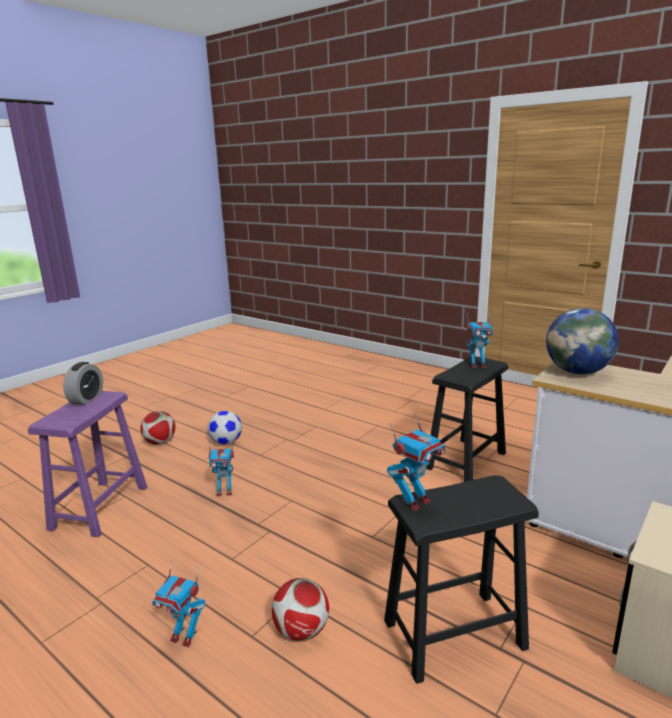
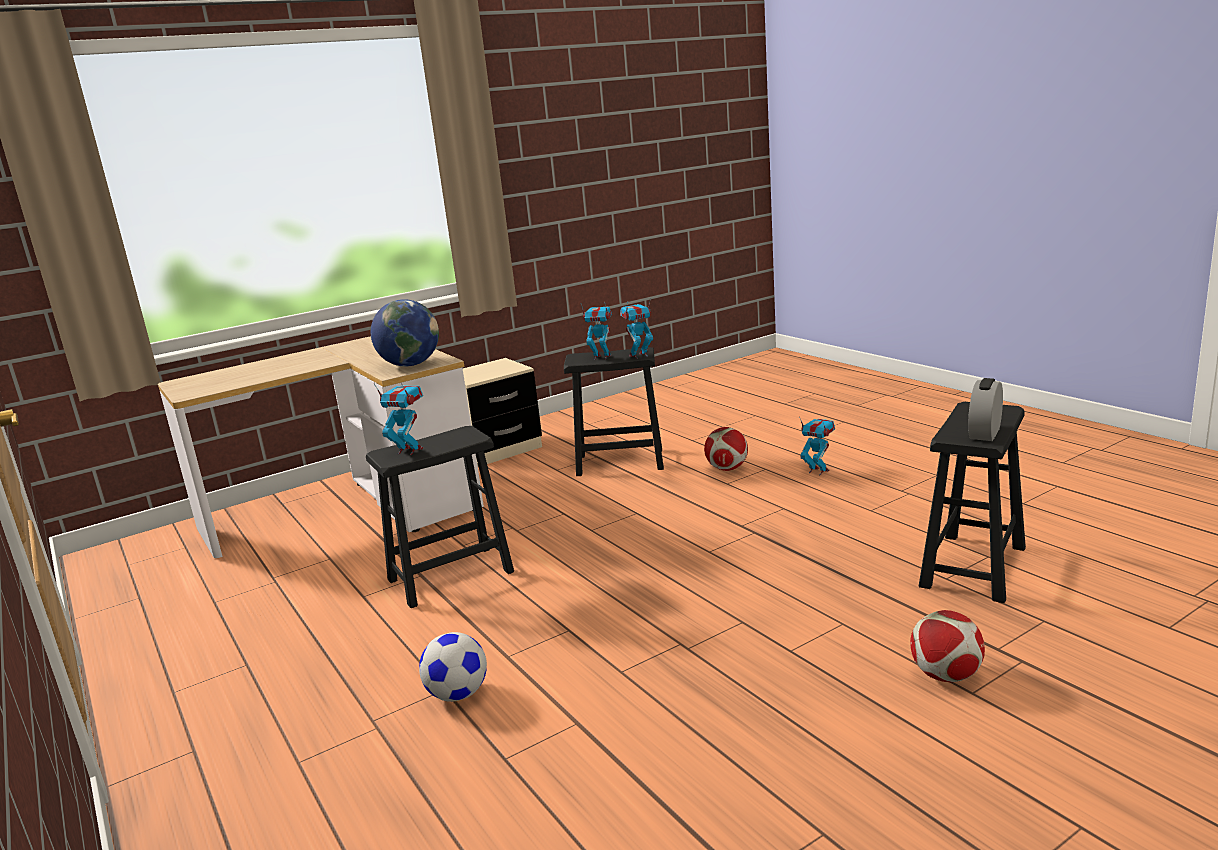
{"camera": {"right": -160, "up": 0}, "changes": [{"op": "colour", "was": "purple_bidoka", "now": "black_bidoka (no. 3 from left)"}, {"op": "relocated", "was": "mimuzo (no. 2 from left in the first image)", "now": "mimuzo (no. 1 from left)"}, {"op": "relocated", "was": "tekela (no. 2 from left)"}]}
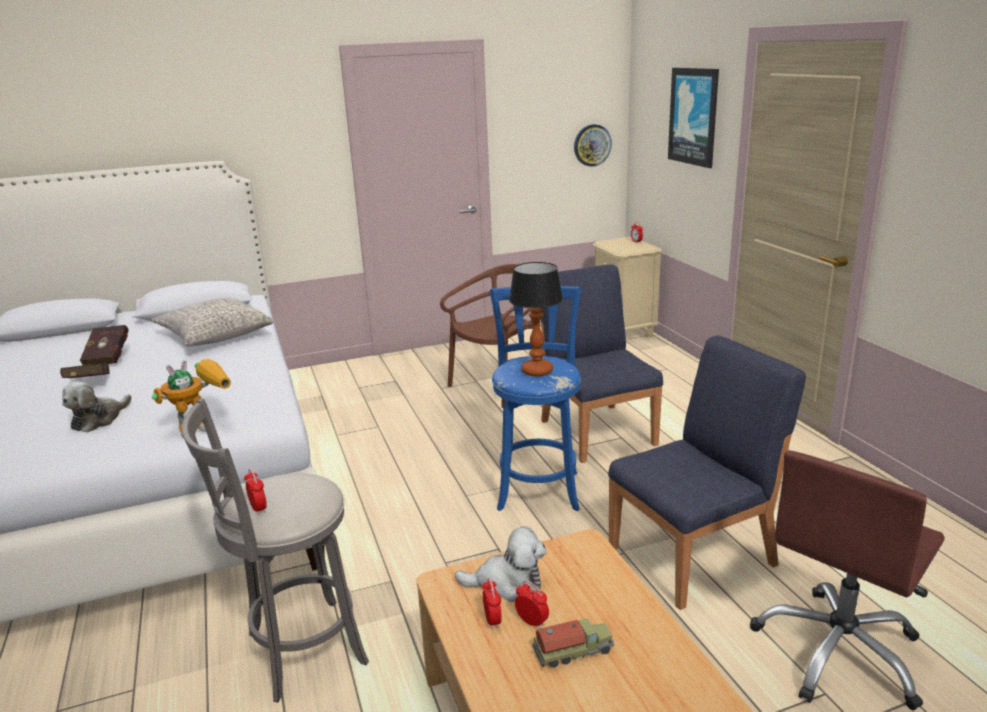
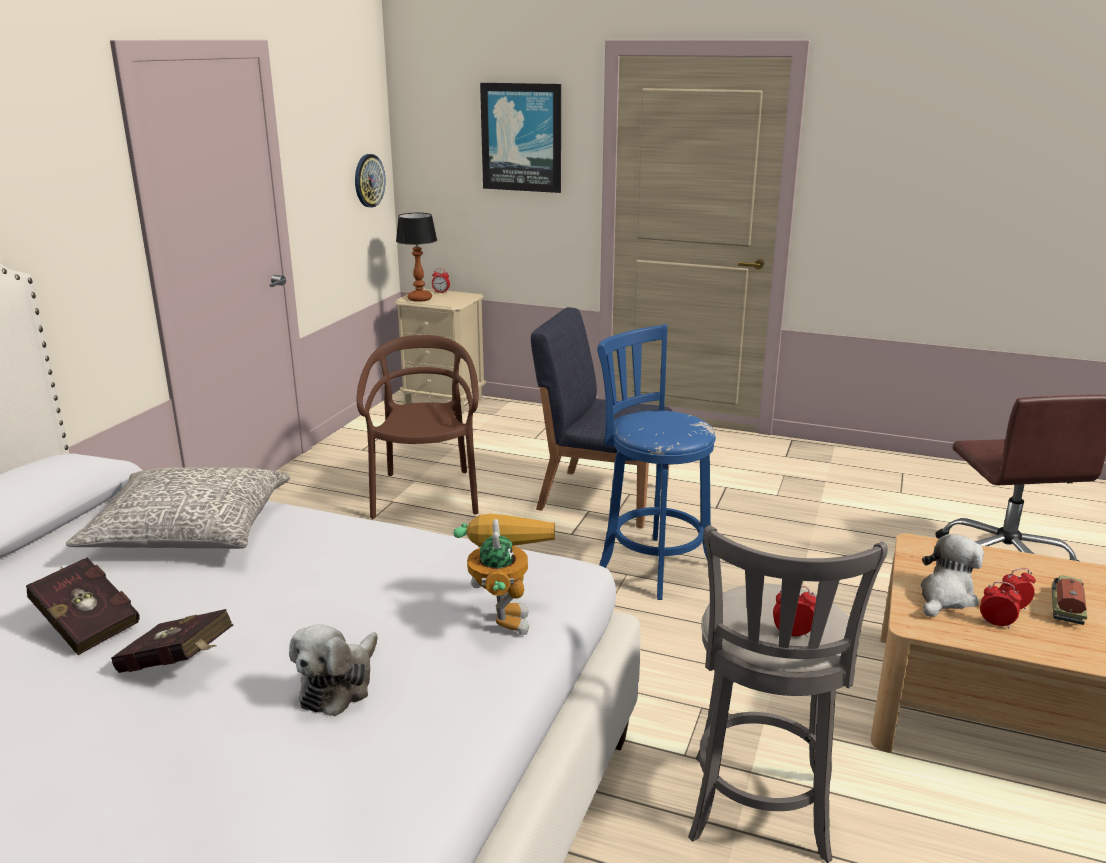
{"camera": {"right": -50, "up": 0}, "changes": [{"op": "spun", "was": "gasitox (no. 1 from left)", "clockwise": 45}, {"op": "relocated", "was": "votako"}, {"op": "missing", "was": "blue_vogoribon (no. 2 from left)"}]}
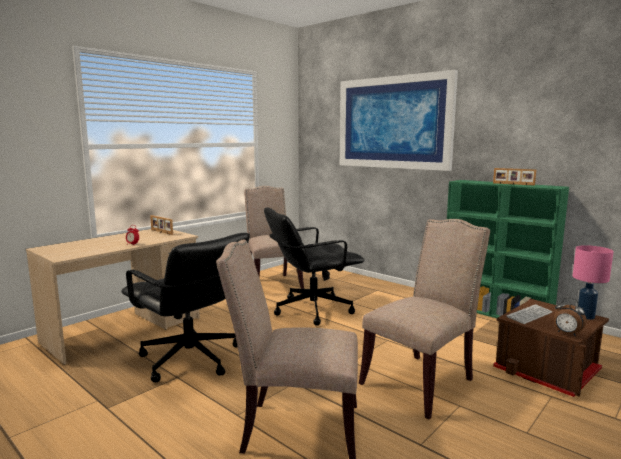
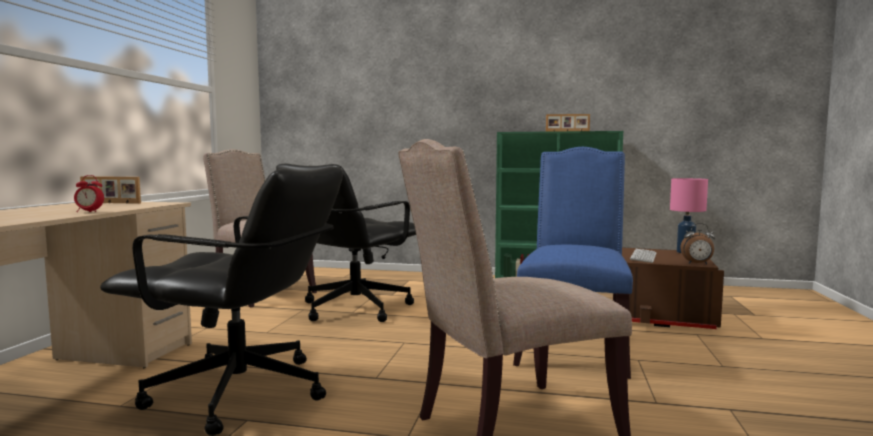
{"camera": {"right": -30, "up": -5}, "changes": [{"op": "missing", "was": "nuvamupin"}, {"op": "colour", "was": "beige_vogoribon (no. 3 from left)", "now": "blue_vogoribon"}]}
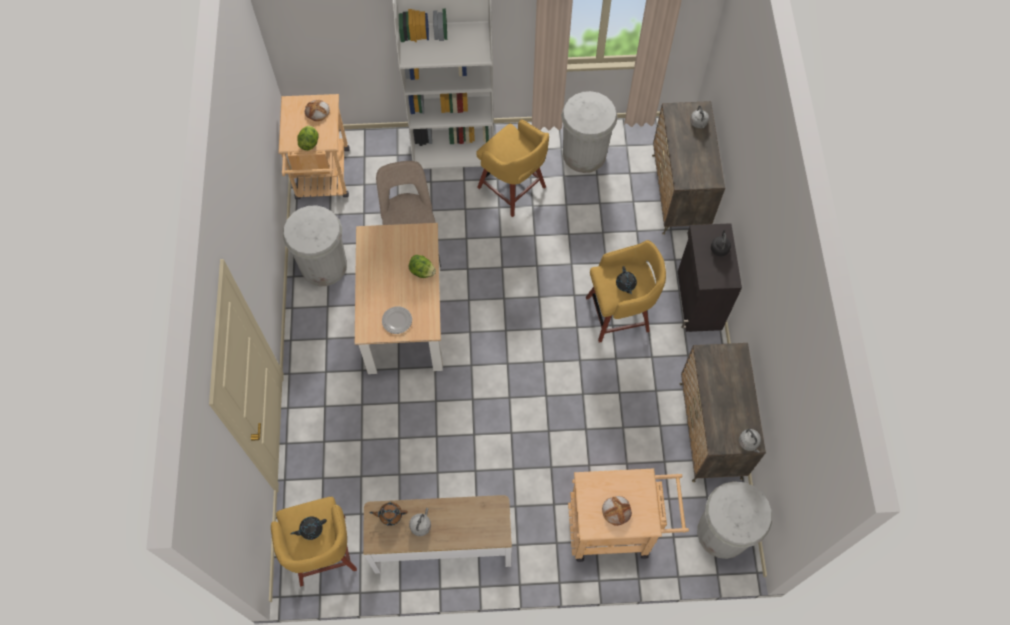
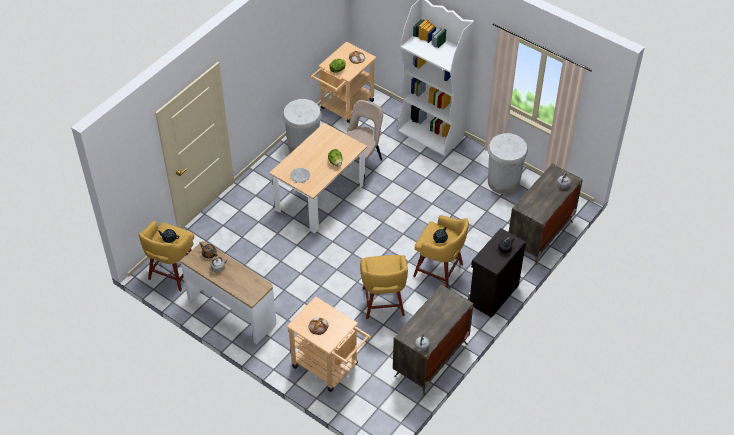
{"camera": {"right": 40, "up": -15}, "changes": [{"op": "relocated", "was": "yellow_bidoka (no. 2 from left)"}, {"op": "missing", "was": "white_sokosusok (no. 3 from left)"}]}
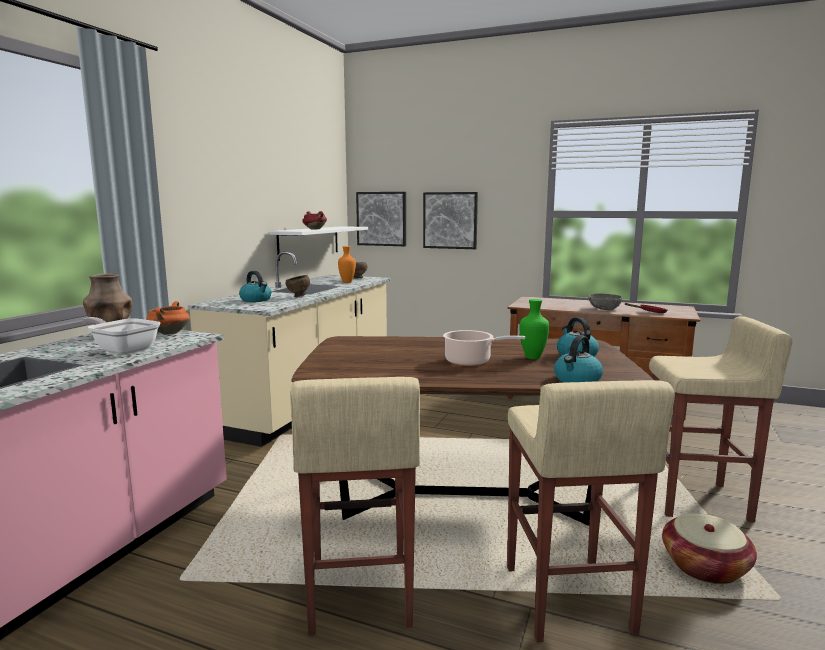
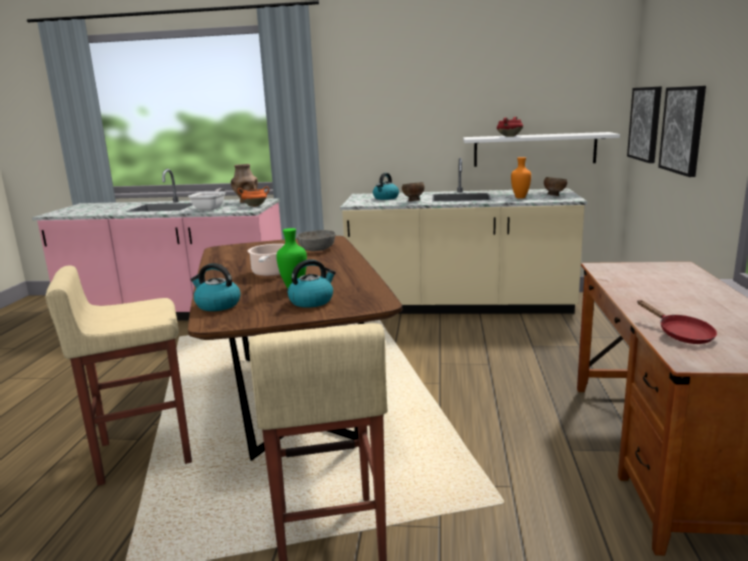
{"camera": {"right": 75, "up": 5}, "changes": [{"op": "missing", "was": "beige_bidoka (no. 1 from left)"}, {"op": "relocated", "was": "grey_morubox"}, {"op": "missing", "was": "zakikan"}]}
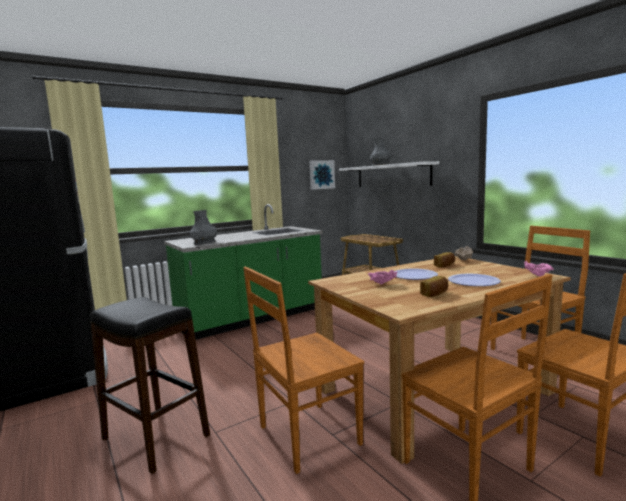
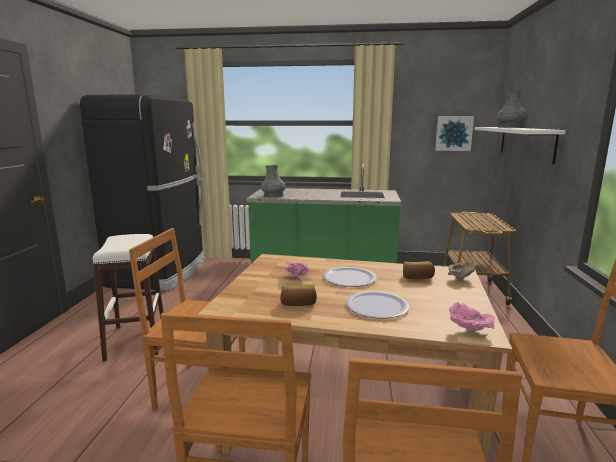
{"camera": {"right": 40, "up": 5}, "changes": [{"op": "colour", "was": "black_bidoka", "now": "white_bidoka"}]}
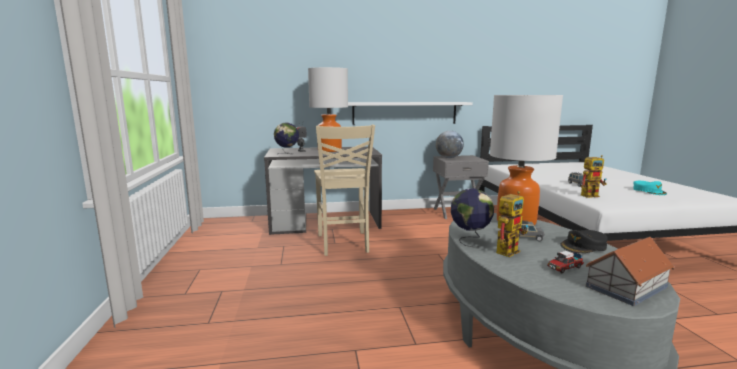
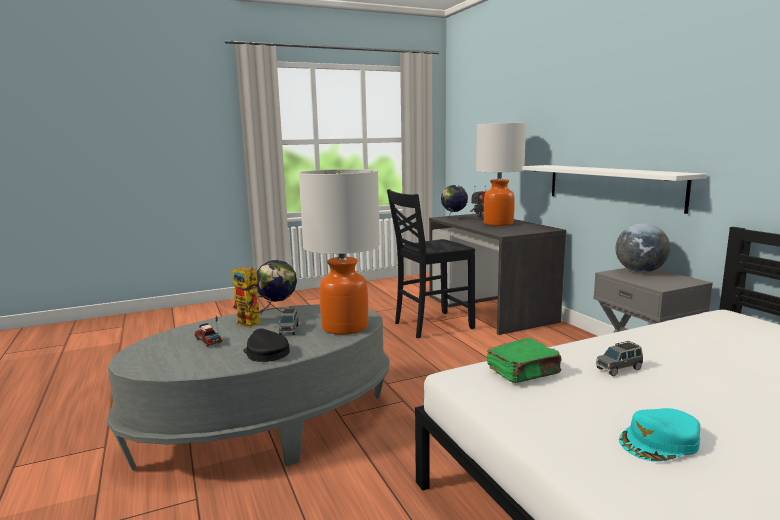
{"camera": {"right": 75, "up": 0}, "changes": [{"op": "colour", "was": "beige_vogoribon", "now": "black_vogoribon"}, {"op": "exchanged", "was": "tekela (no. 3 from left)", "now": "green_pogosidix"}, {"op": "missing", "was": "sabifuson"}]}
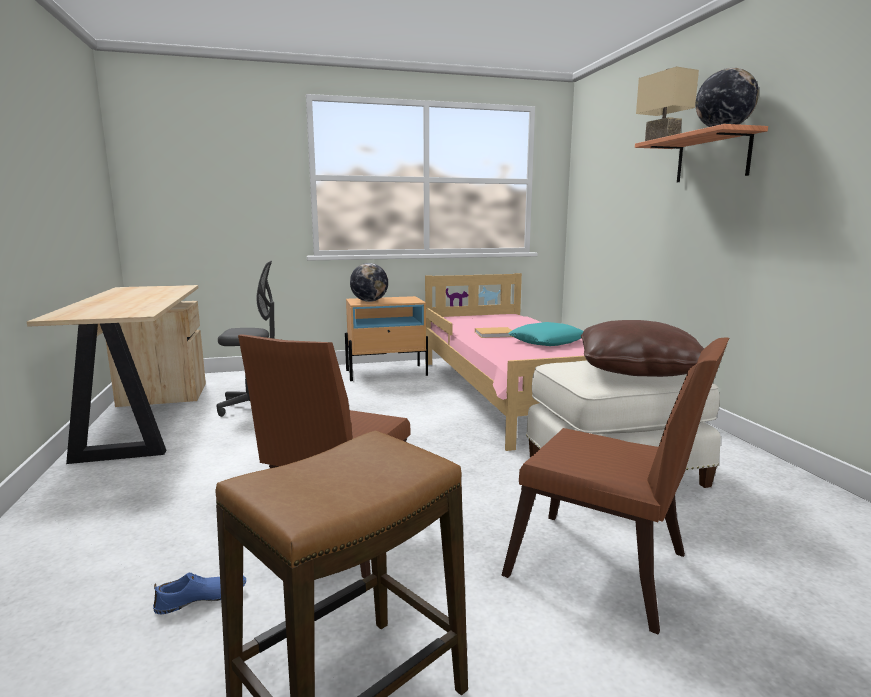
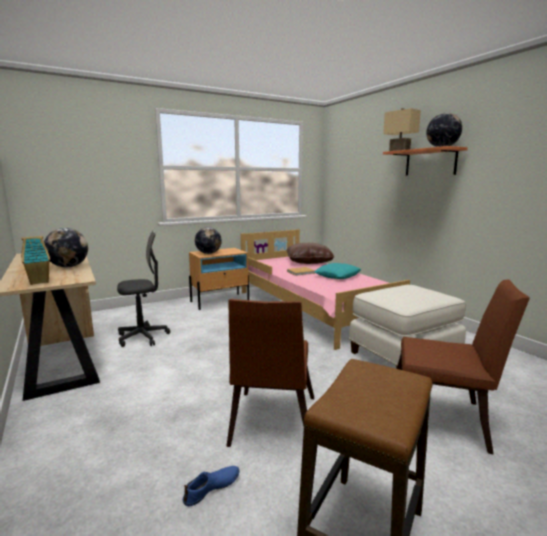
{"camera": {"right": -15, "up": 0}, "changes": [{"op": "relocated", "was": "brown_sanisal"}, {"op": "appeared", "now": "sabifuson"}, {"op": "appeared", "now": "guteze (no. 1 from left)"}]}
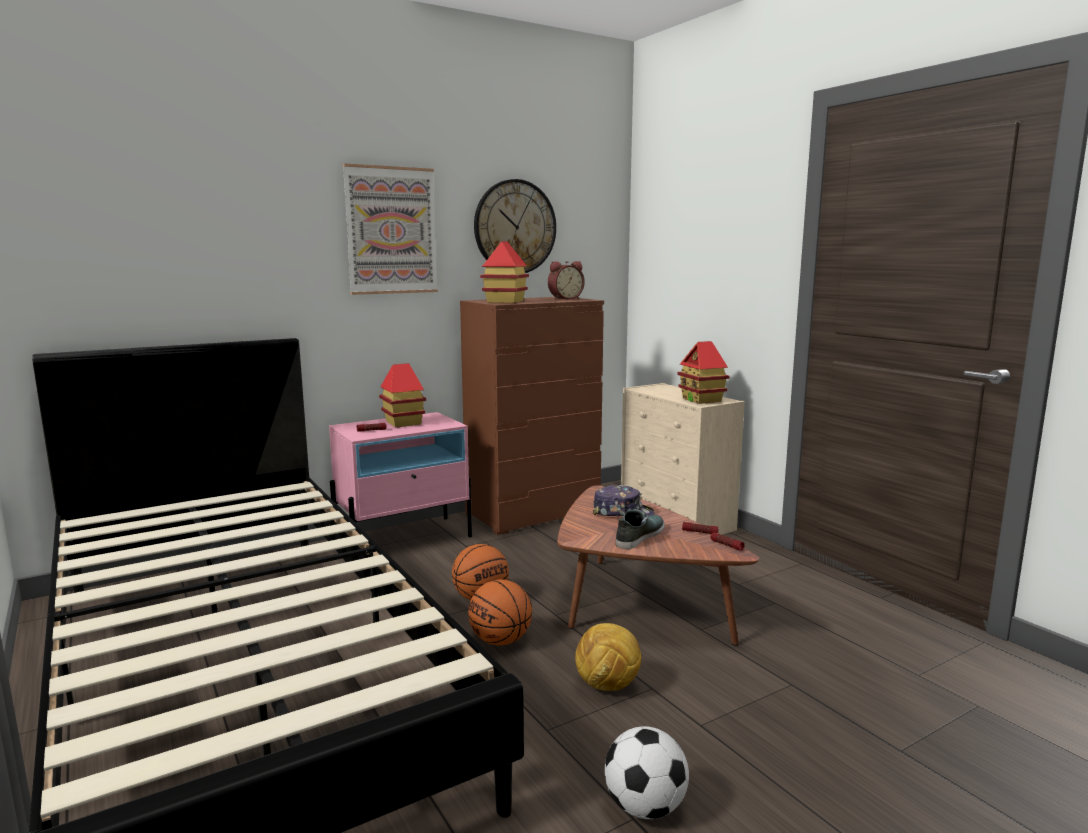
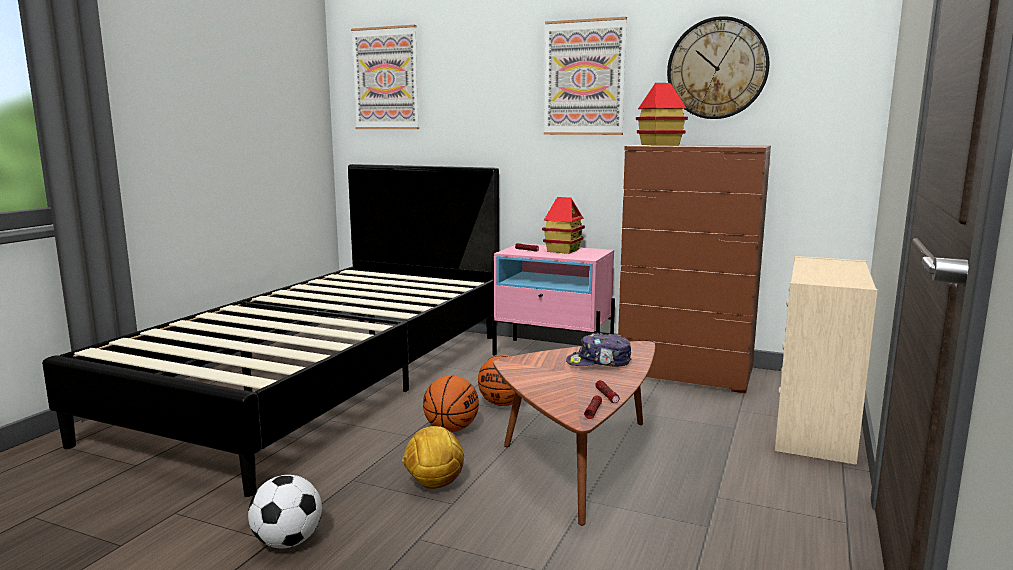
{"camera": {"right": 55, "up": 0}, "changes": [{"op": "missing", "was": "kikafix"}, {"op": "spun", "was": "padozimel", "clockwise": 105}, {"op": "missing", "was": "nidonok"}, {"op": "missing", "was": "sabifuson (no. 3 from left)"}, {"op": "appeared", "now": "nuvamupin (no. 1 from left)"}]}
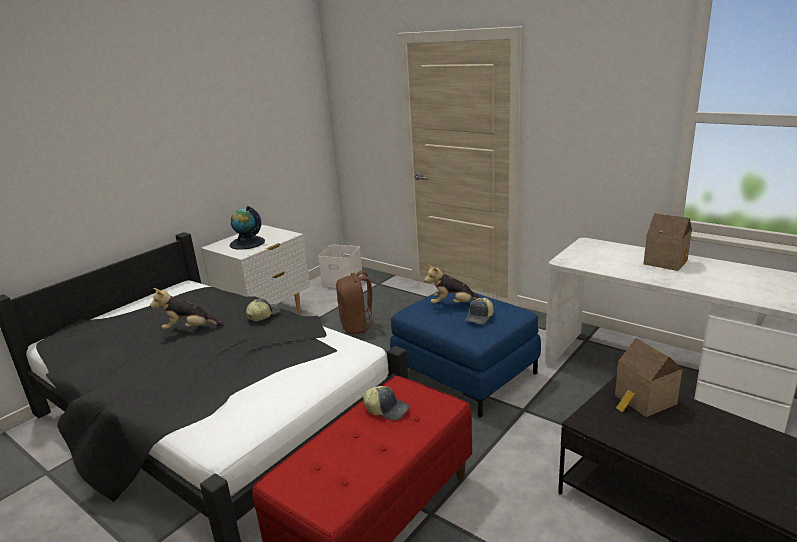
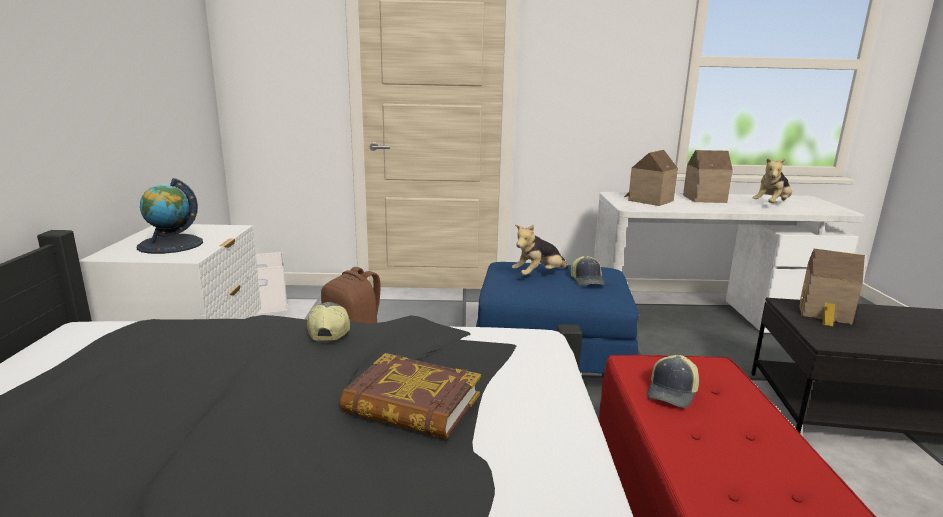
{"camera": {"right": -40, "up": -5}, "changes": [{"op": "relocated", "was": "gasitox (no. 1 from left in the first image)", "now": "gasitox (no. 2 from left)"}, {"op": "spun", "was": "padozimel (no. 2 from left in the first image)", "clockwise": 135}, {"op": "appeared", "now": "pogosidix"}, {"op": "appeared", "now": "sabifuson (no. 1 from left)"}]}
